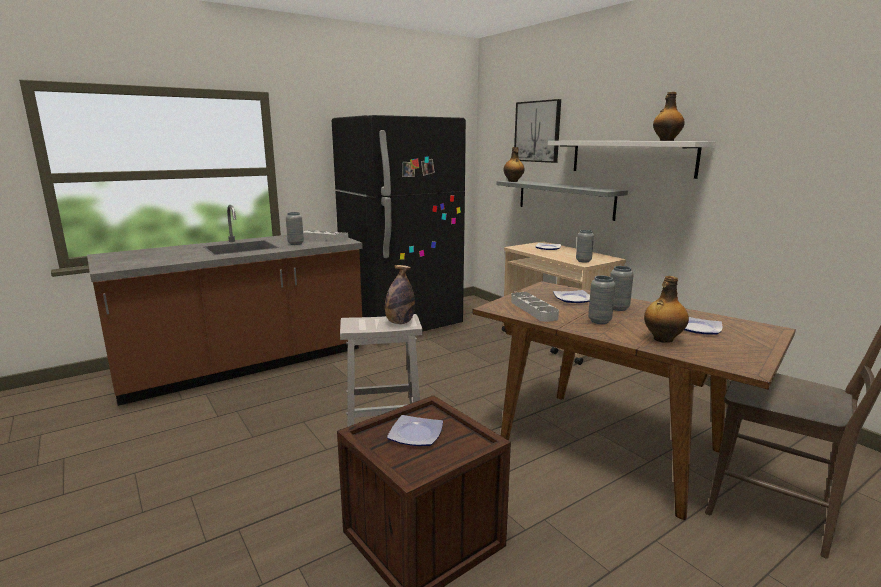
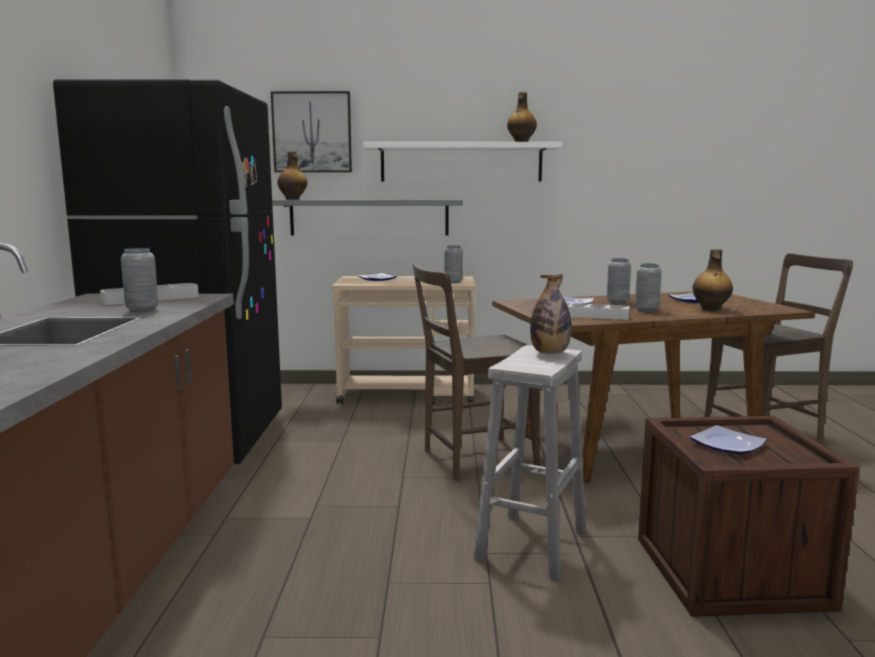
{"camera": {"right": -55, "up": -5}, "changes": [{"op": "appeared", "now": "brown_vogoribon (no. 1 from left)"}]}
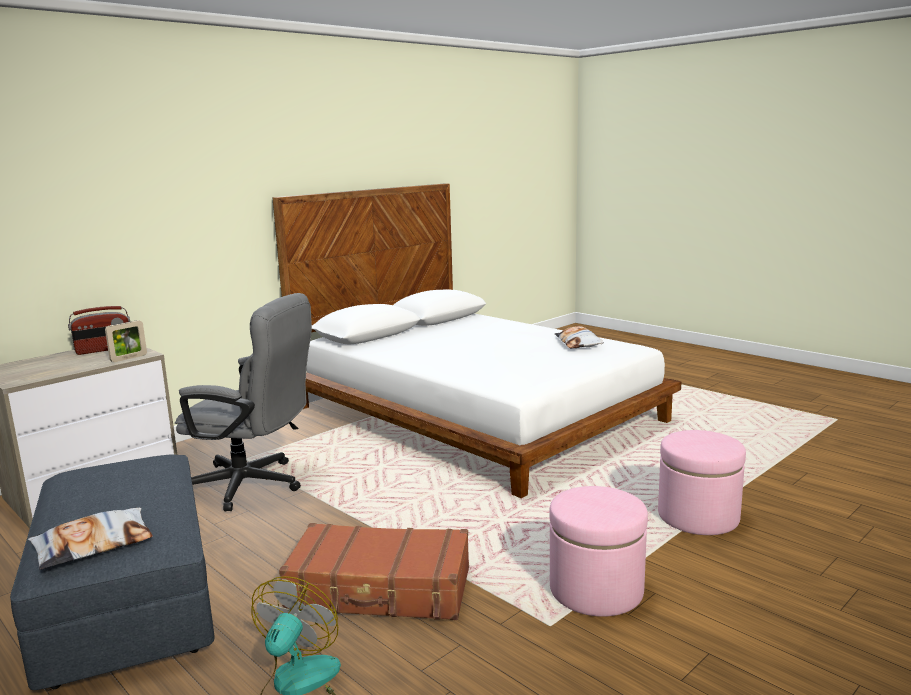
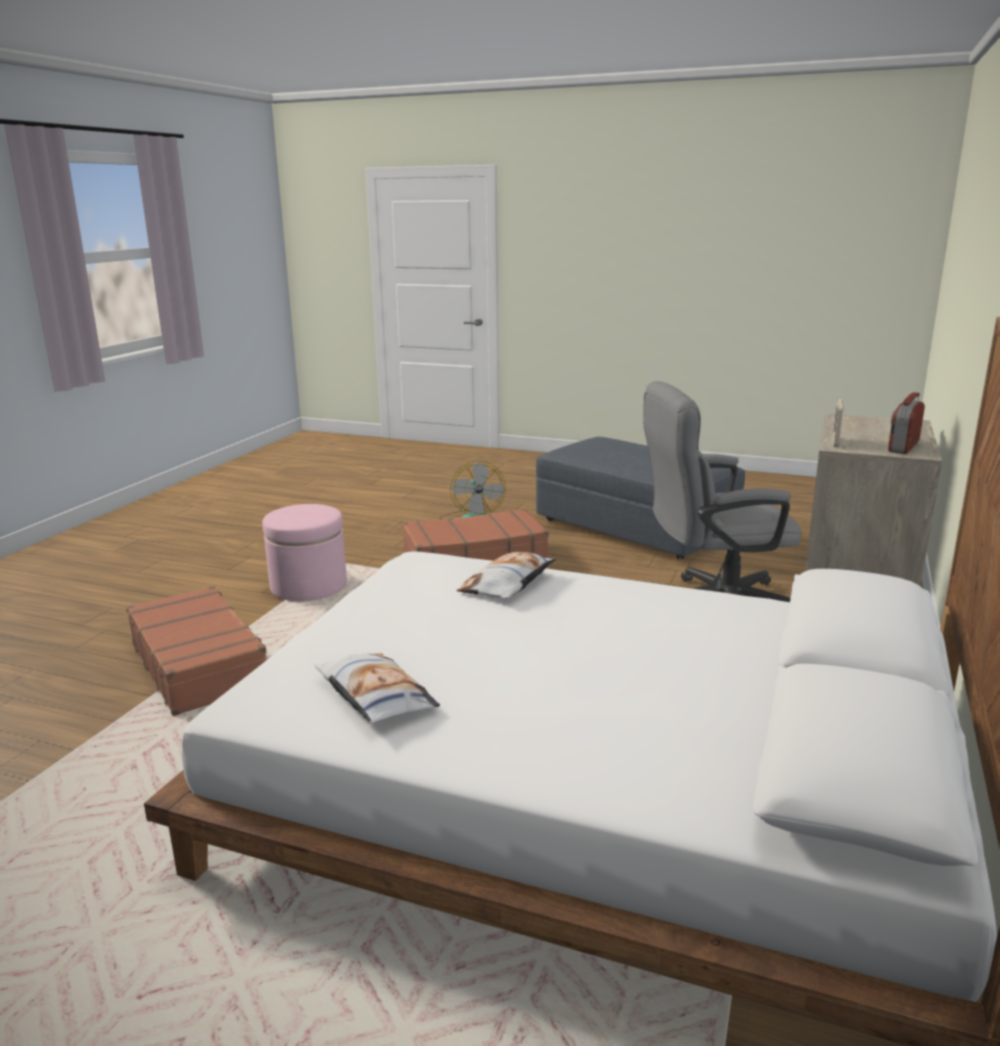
{"camera": {"right": 155, "up": 5}, "changes": [{"op": "relocated", "was": "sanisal (no. 1 from left in the first image)", "now": "sanisal (no. 2 from left)"}, {"op": "exchanged", "was": "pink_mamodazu (no. 2 from left)", "now": "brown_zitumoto (no. 1 from left)"}]}
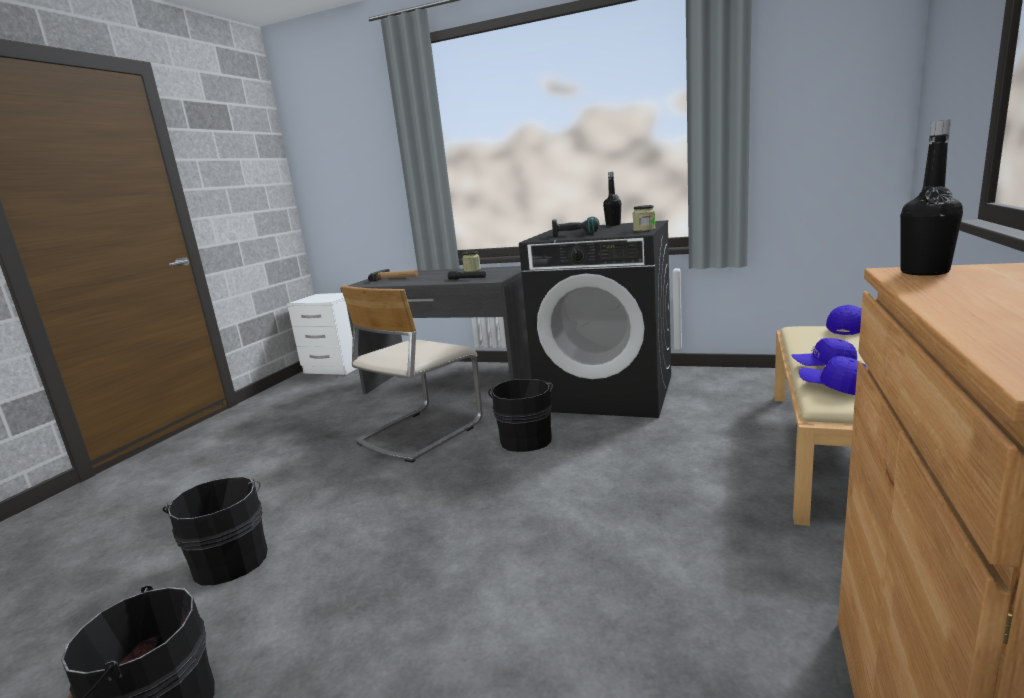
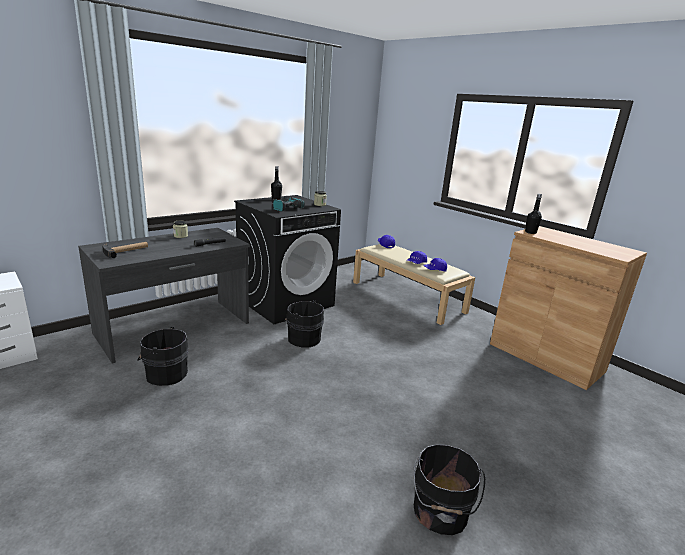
{"camera": {"right": -65, "up": 5}, "changes": [{"op": "relocated", "was": "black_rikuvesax (no. 2 from left in the first image)", "now": "black_rikuvesax (no. 1 from left)"}, {"op": "missing", "was": "beige_vogoribon"}]}
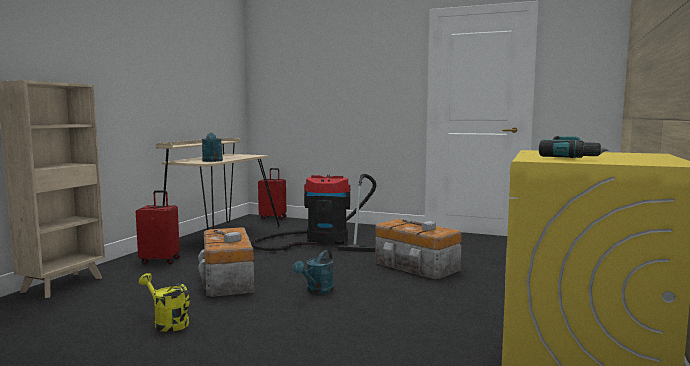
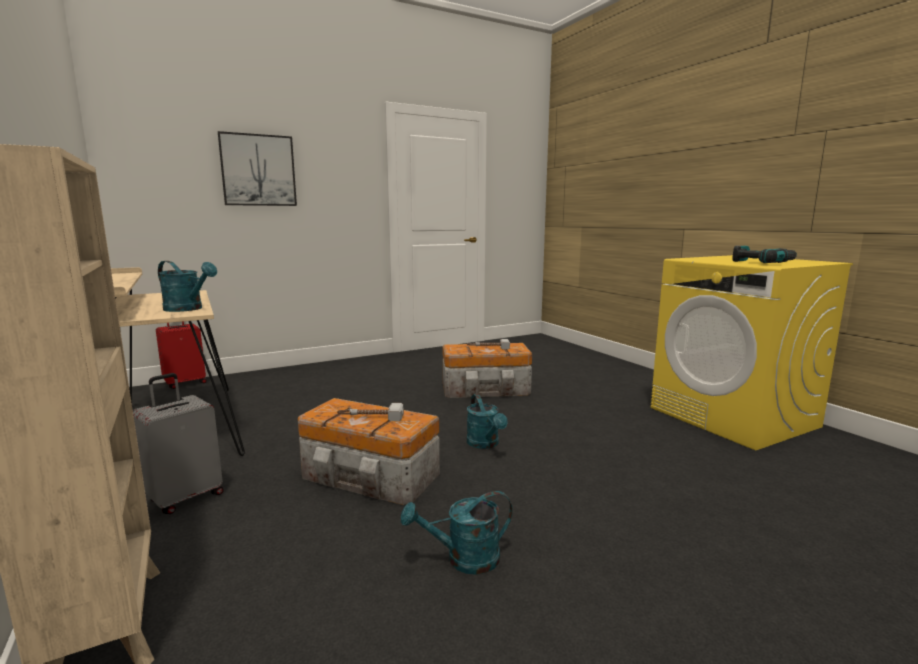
{"camera": {"right": -50, "up": 5}, "changes": [{"op": "colour", "was": "red_zitumoto (no. 1 from left)", "now": "grey_zitumoto"}, {"op": "colour", "was": "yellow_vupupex", "now": "turquoise_vupupex (no. 2 from left)"}, {"op": "missing", "was": "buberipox"}, {"op": "appeared", "now": "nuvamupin"}]}
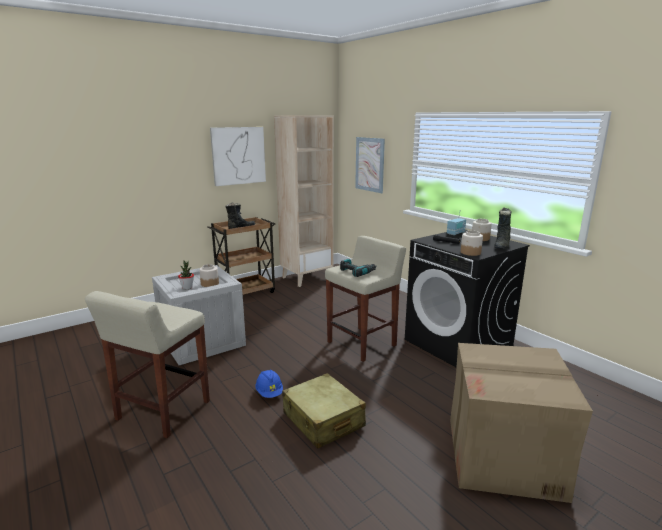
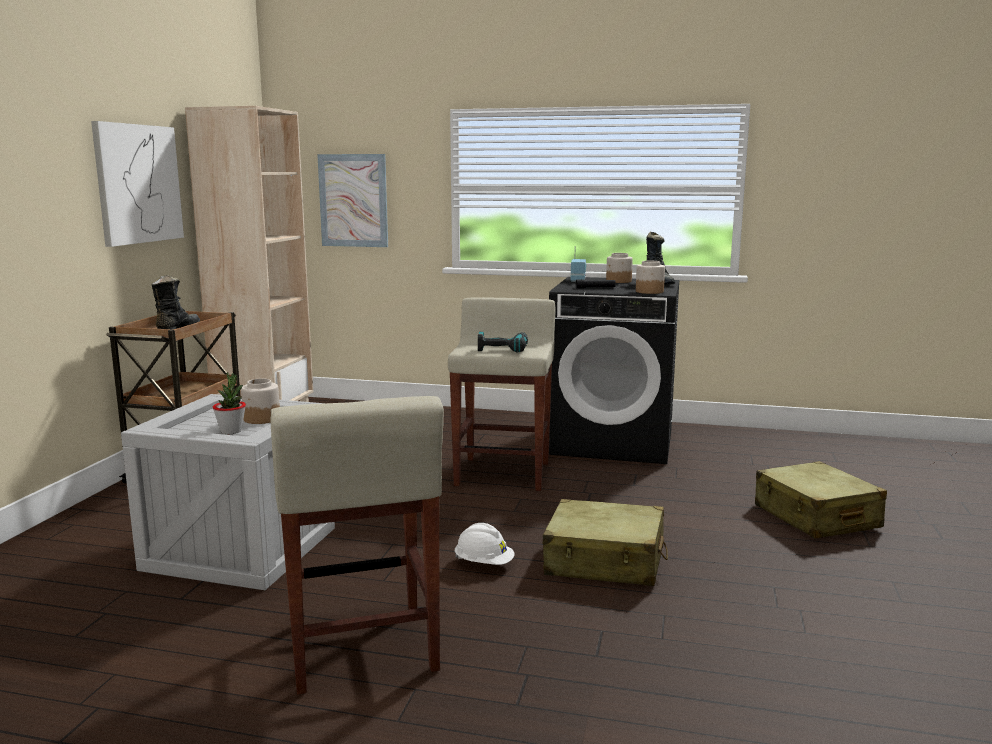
{"camera": {"right": -40, "up": -5}, "changes": [{"op": "colour", "was": "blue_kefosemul", "now": "white_kefosemul"}, {"op": "exchanged", "was": "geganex", "now": "beige_zitumoto (no. 2 from left)"}]}
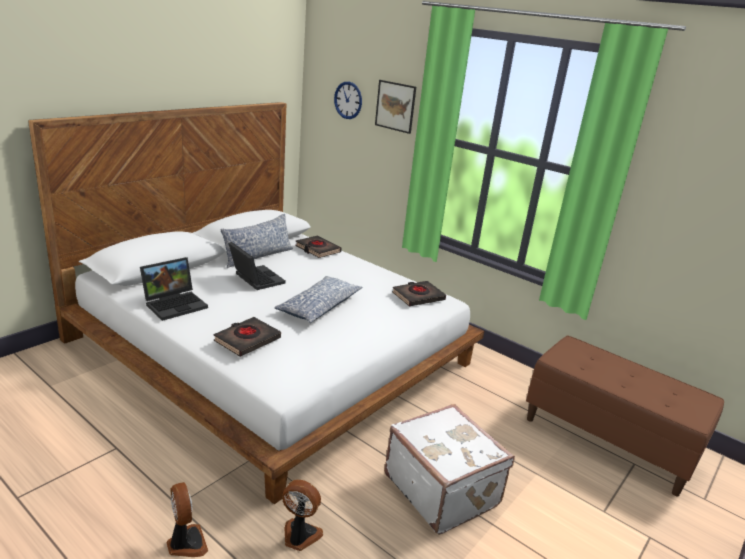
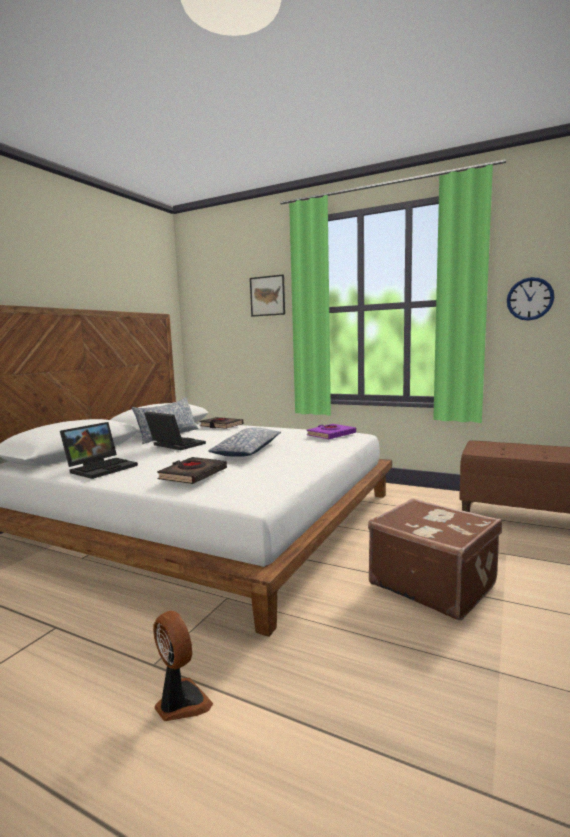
{"camera": {"right": -10, "up": -15}, "changes": [{"op": "missing", "was": "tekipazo (no. 2 from left)"}, {"op": "relocated", "was": "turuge"}, {"op": "colour", "was": "white_zitumoto", "now": "brown_zitumoto"}, {"op": "colour", "was": "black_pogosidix (no. 3 from left)", "now": "purple_pogosidix"}]}
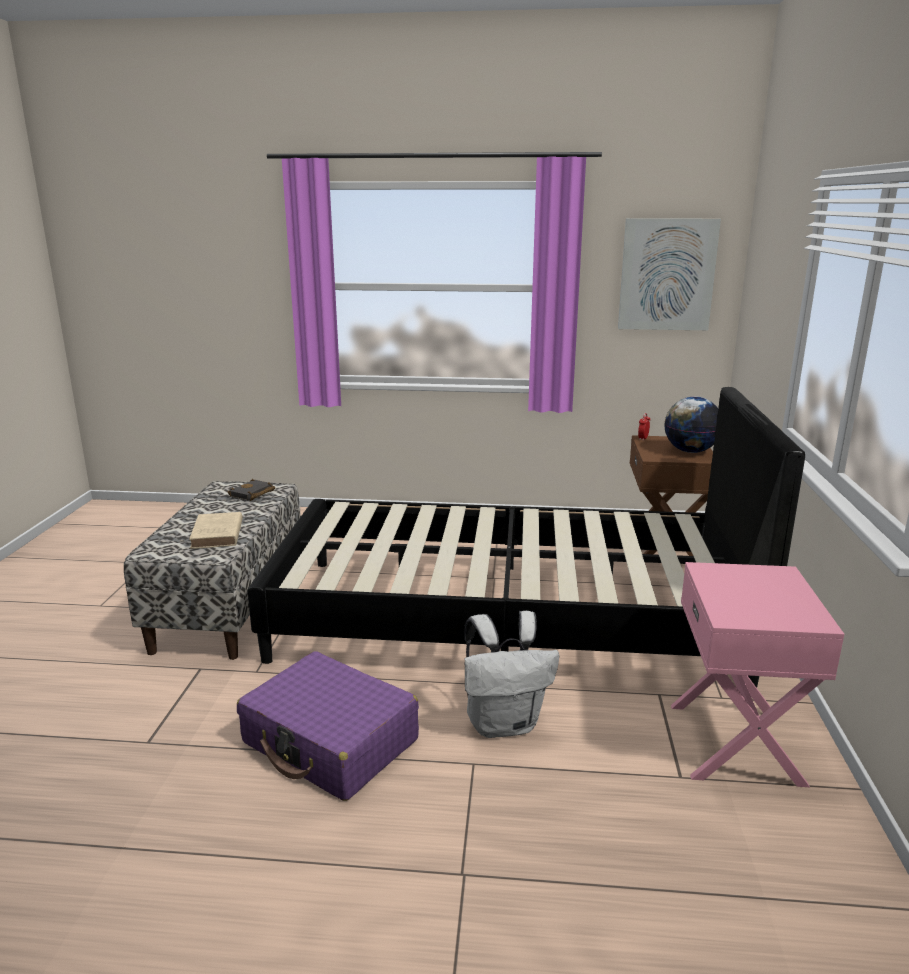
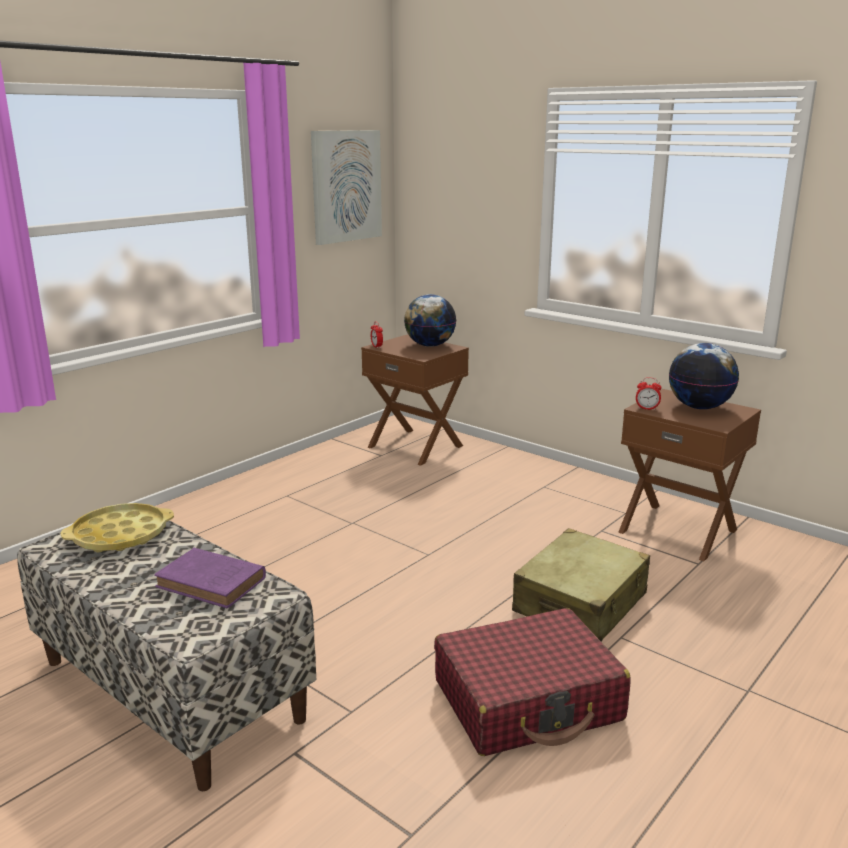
{"camera": {"right": -55, "up": 0}, "changes": [{"op": "colour", "was": "beige_pogosidix", "now": "purple_pogosidix"}, {"op": "exchanged", "was": "black_pogosidix", "now": "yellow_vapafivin"}, {"op": "colour", "was": "purple_zitumoto", "now": "red_zitumoto"}, {"op": "missing", "was": "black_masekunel"}, {"op": "exchanged", "was": "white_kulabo", "now": "beige_zitumoto"}, {"op": "colour", "was": "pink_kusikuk", "now": "brown_kusikuk (no. 2 from left)"}, {"op": "appeared", "now": "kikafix (no. 2 from left)"}, {"op": "appeared", "now": "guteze (no. 2 from left)"}]}
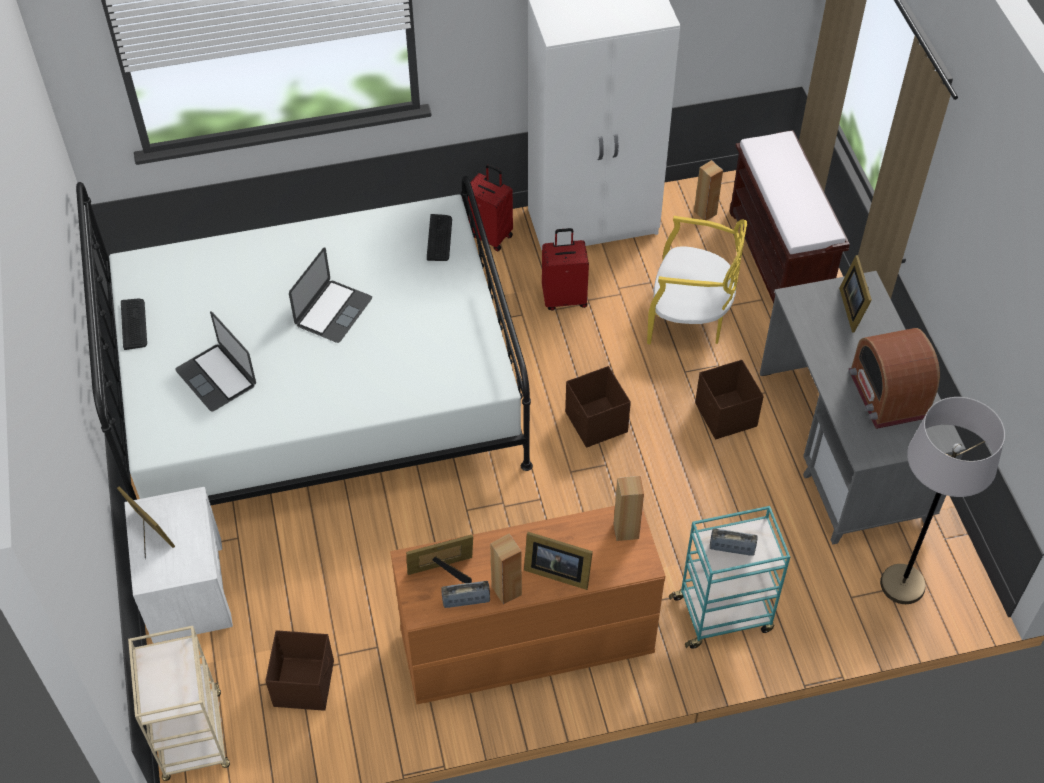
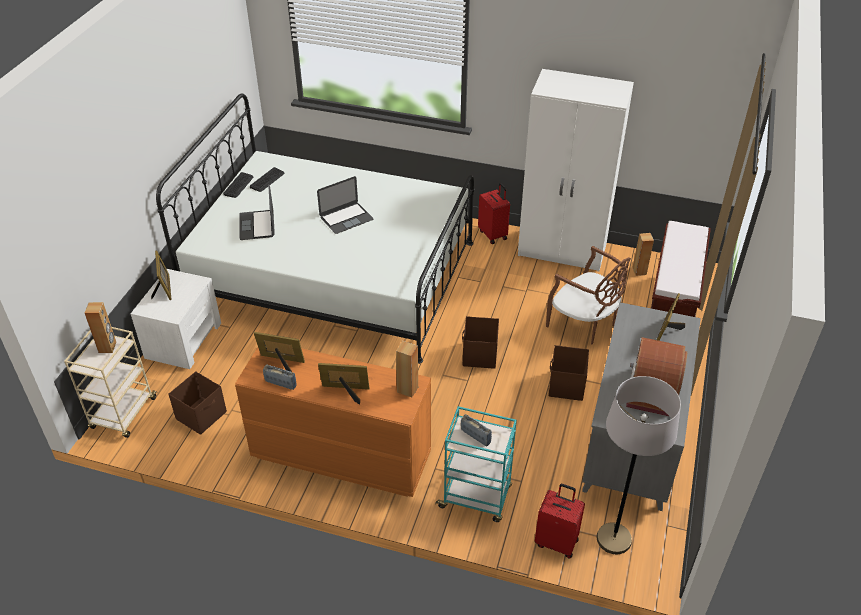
{"camera": {"right": 30, "up": -10}, "changes": [{"op": "relocated", "was": "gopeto (no. 2 from left)"}, {"op": "relocated", "was": "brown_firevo (no. 1 from left)"}, {"op": "spun", "was": "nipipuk (no. 3 from left)", "clockwise": 135}, {"op": "relocated", "was": "red_zitumoto (no. 2 from left)"}, {"op": "colour", "was": "yellow_vogoribon", "now": "brown_vogoribon"}]}
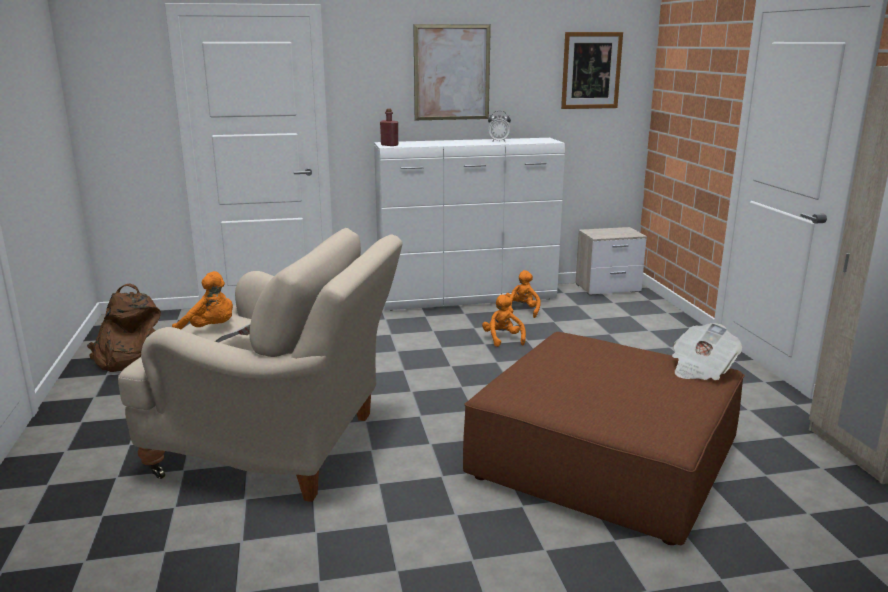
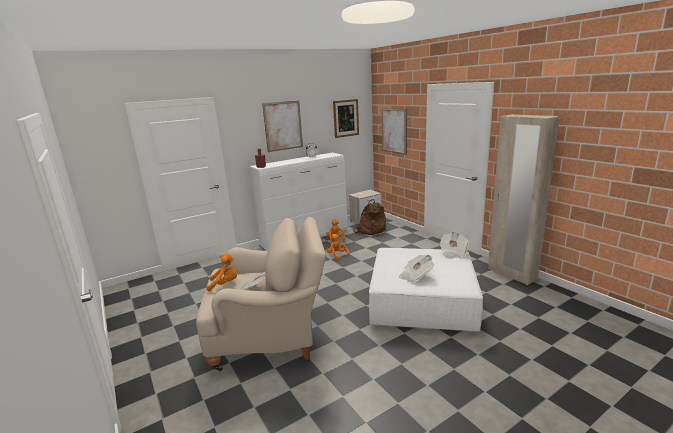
{"camera": {"right": -20, "up": 0}, "changes": [{"op": "relocated", "was": "brown_kulabo"}, {"op": "colour", "was": "brown_mamodazu", "now": "white_mamodazu"}, {"op": "appeared", "now": "nuvamupin (no. 3 from left)"}, {"op": "appeared", "now": "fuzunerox (no. 2 from left)"}]}
